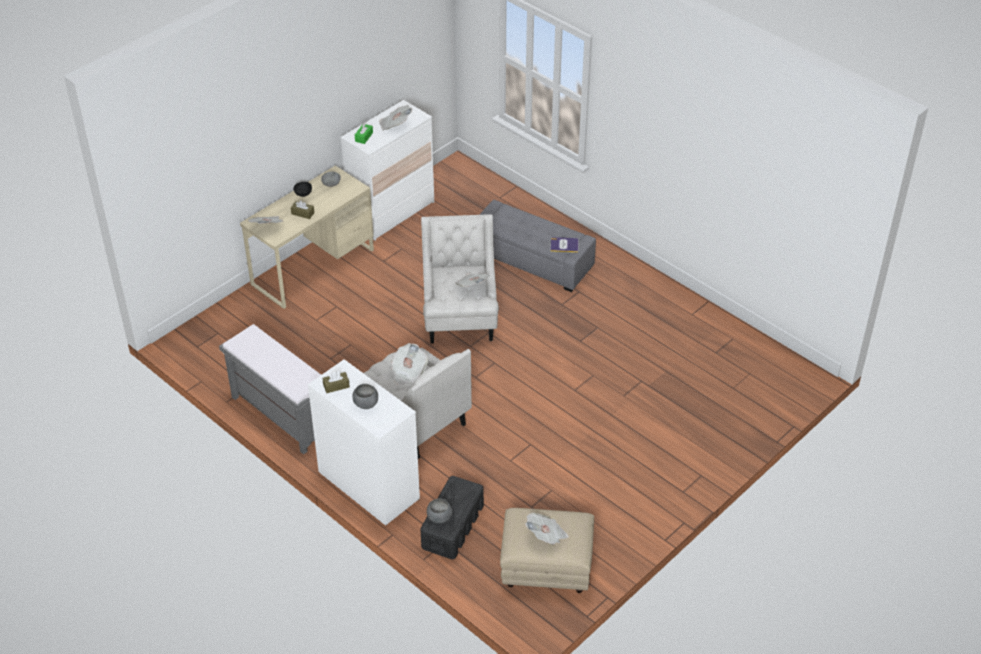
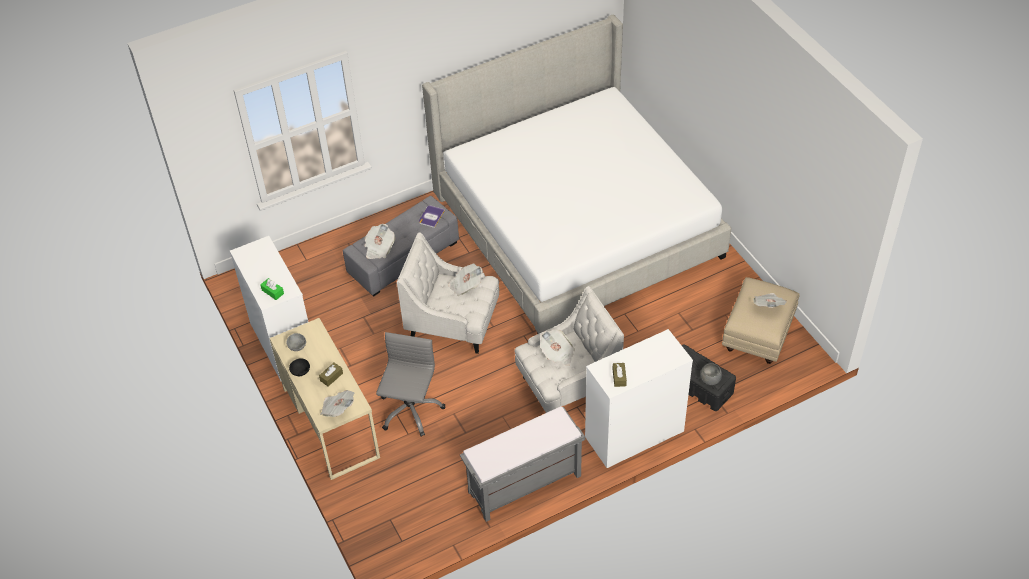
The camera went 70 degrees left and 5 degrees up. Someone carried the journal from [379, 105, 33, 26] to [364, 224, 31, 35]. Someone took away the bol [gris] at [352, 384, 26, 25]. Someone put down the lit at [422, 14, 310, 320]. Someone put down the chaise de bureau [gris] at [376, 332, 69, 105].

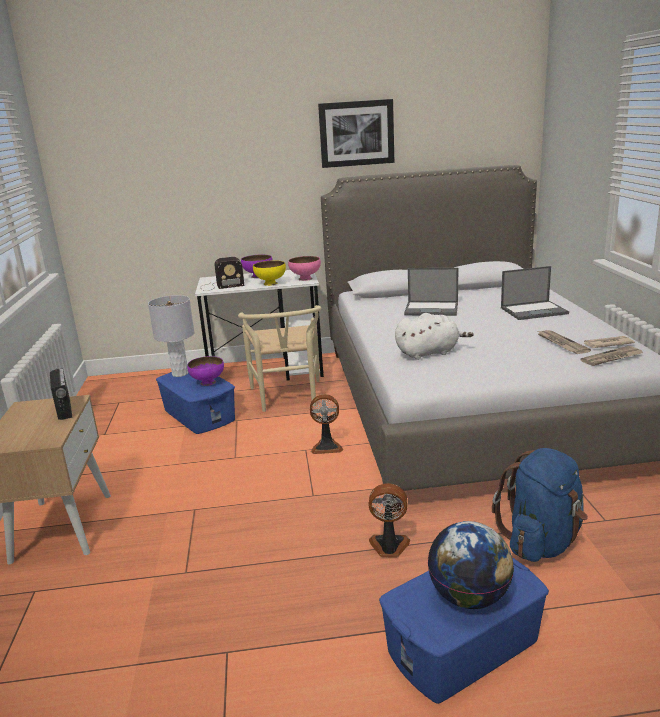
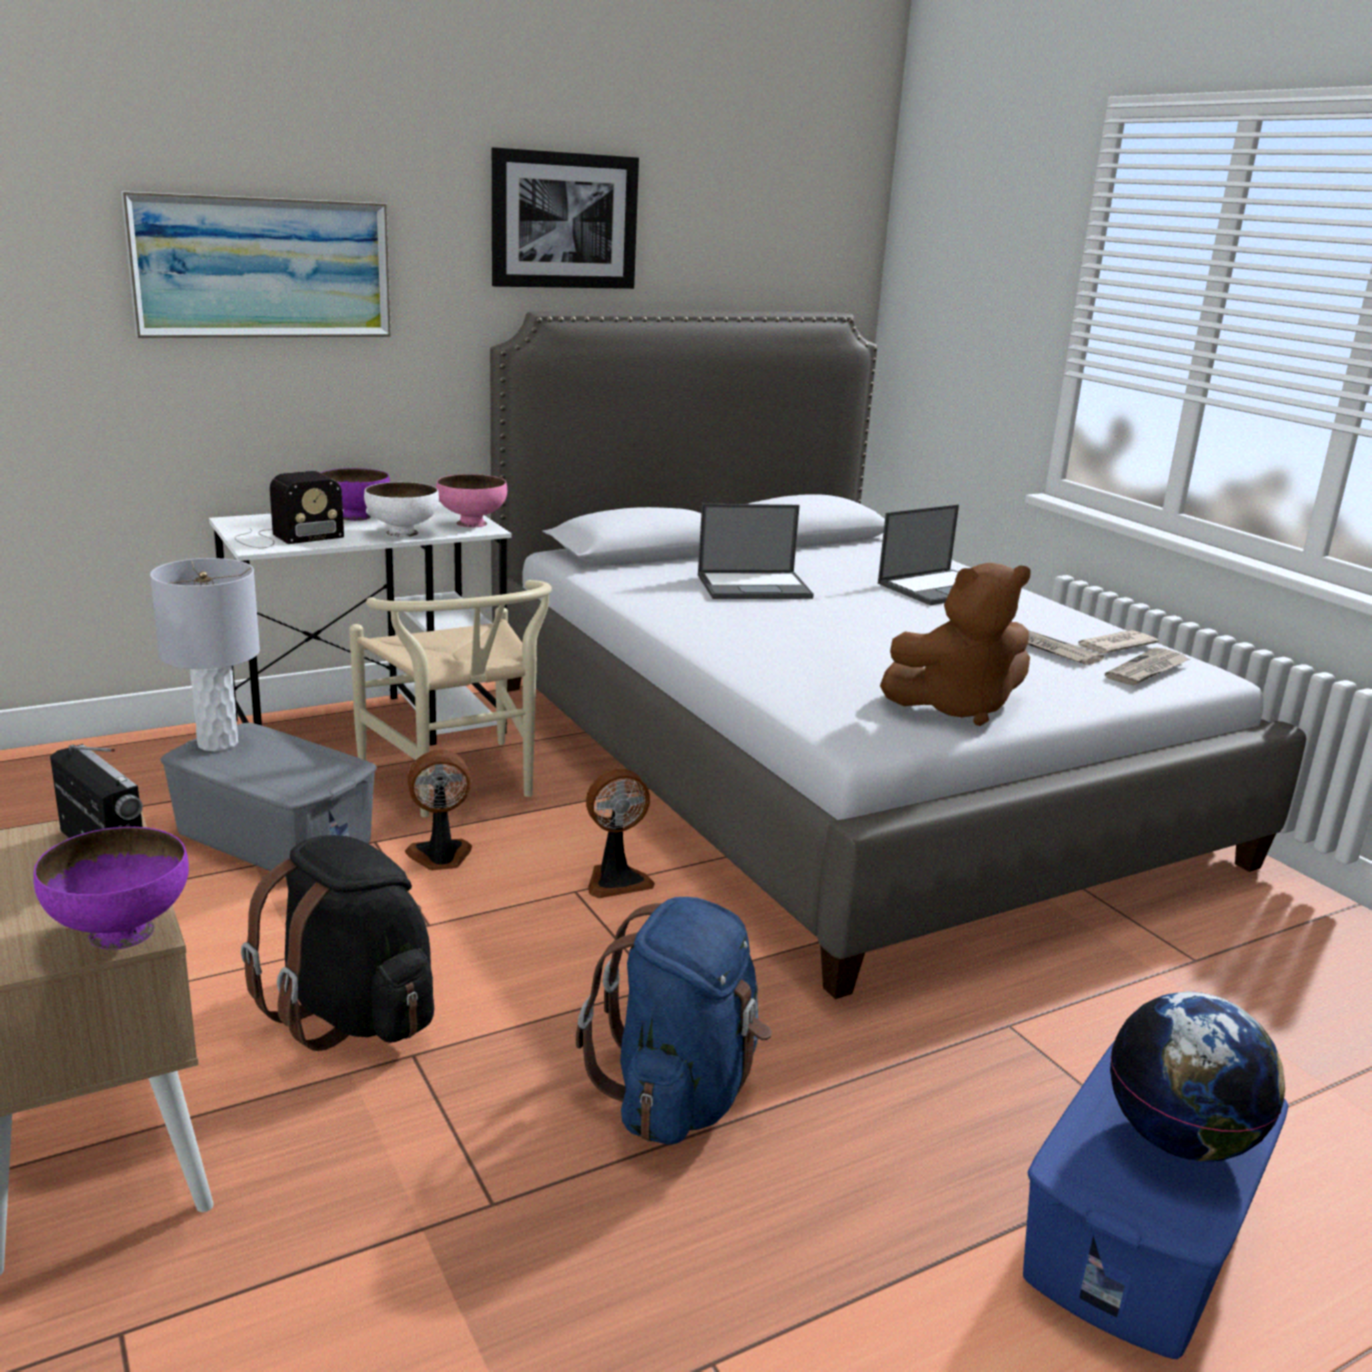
The camera went 25 degrees left and 0 degrees up. Someone repainted the bol [jaune] at [253, 260, 33, 26], which became the bol [blanc] at [364, 482, 75, 55]. Someone took away the peluche [blanc] at [395, 313, 78, 47]. Someone carried the bol [violet] from [187, 356, 37, 30] to [33, 827, 156, 122]. Someone repainted the boîte de rangement [bleu] at [156, 372, 79, 62], which became the boîte de rangement [gris] at [160, 723, 217, 154]. Someone carried the sac à dos [bleu] from [492, 448, 96, 114] to [576, 897, 196, 248]. Someone carried the ventilateur from [368, 483, 42, 75] to [405, 749, 67, 121]. Someone put up the tableau at [121, 191, 270, 147]. Someone put down the peluche [marron] at [880, 563, 151, 163]. Someone put down the sac à dos [noir] at [241, 835, 193, 216].

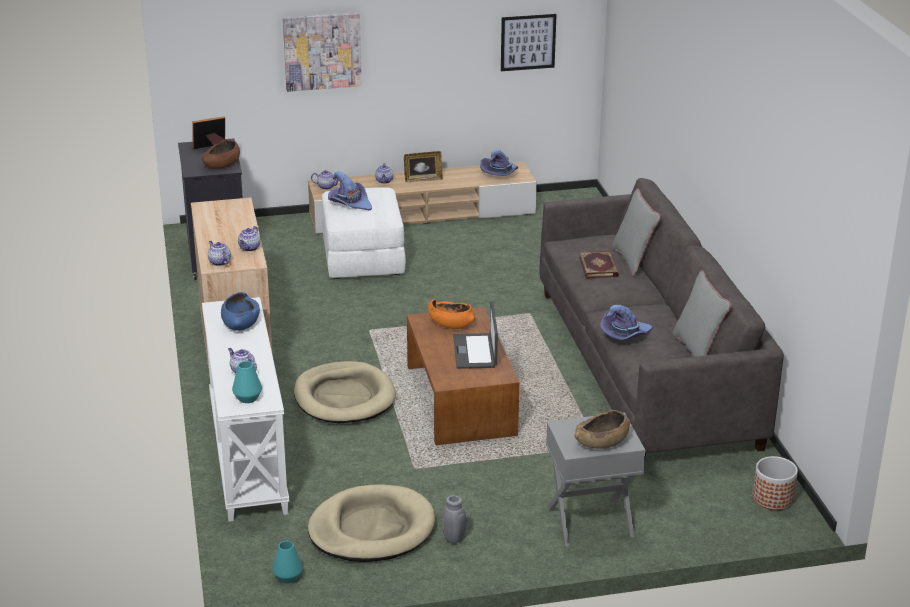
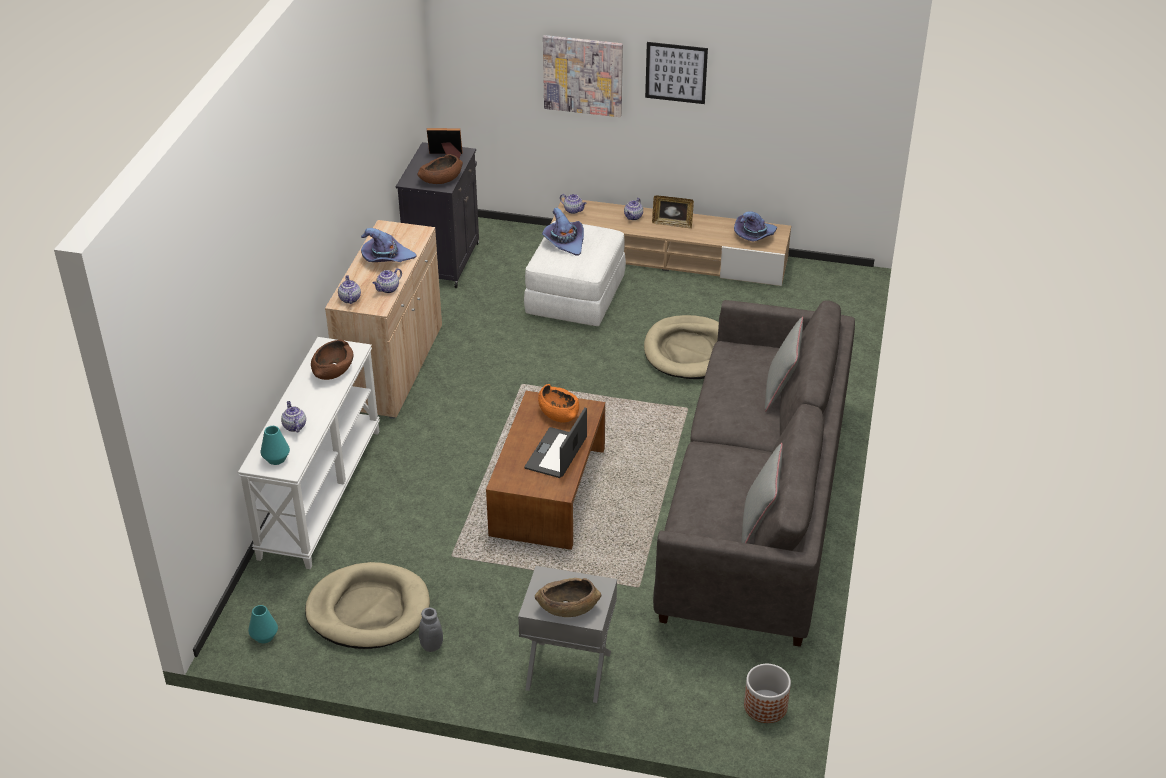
The camera went 25 degrees right and 10 degrees up. Someone carried the tableau from [501, 14, 56, 57] to [645, 42, 63, 62]. Someone took away the livre at [579, 251, 40, 27]. Someone repainted the bol [bleu] at [221, 292, 39, 39], which became the bol [marron] at [311, 340, 43, 40]. Someone carried the chapeau [violet] from [600, 305, 52, 35] to [361, 228, 55, 34]. Someone carried the panier pour chien [beige] from [294, 361, 102, 62] to [644, 315, 75, 64].

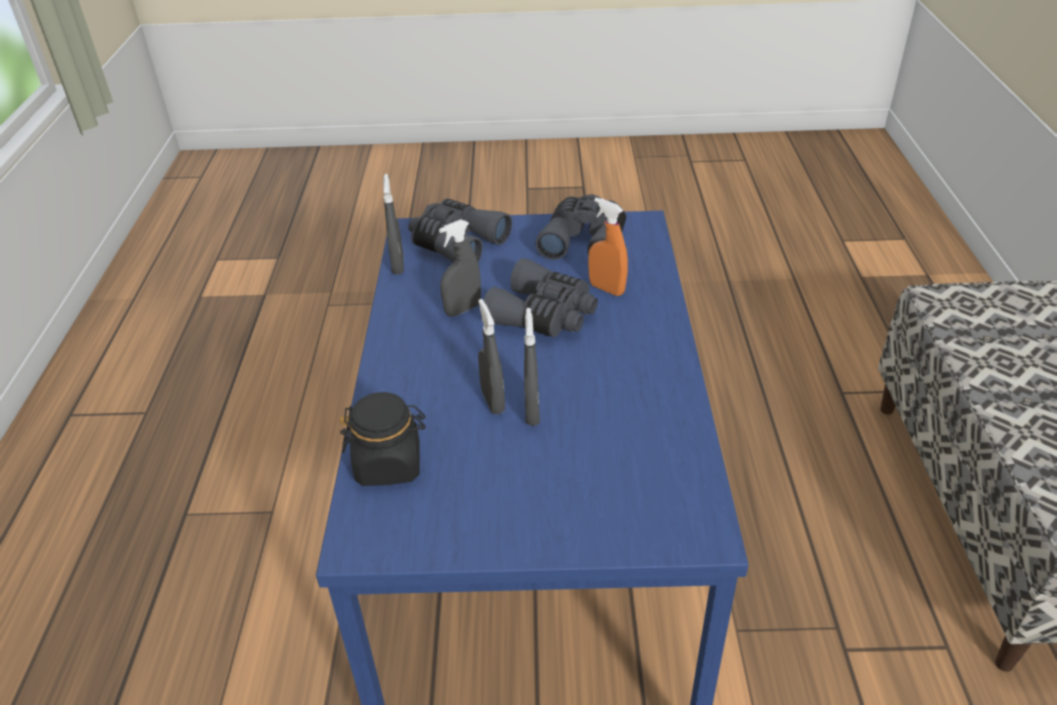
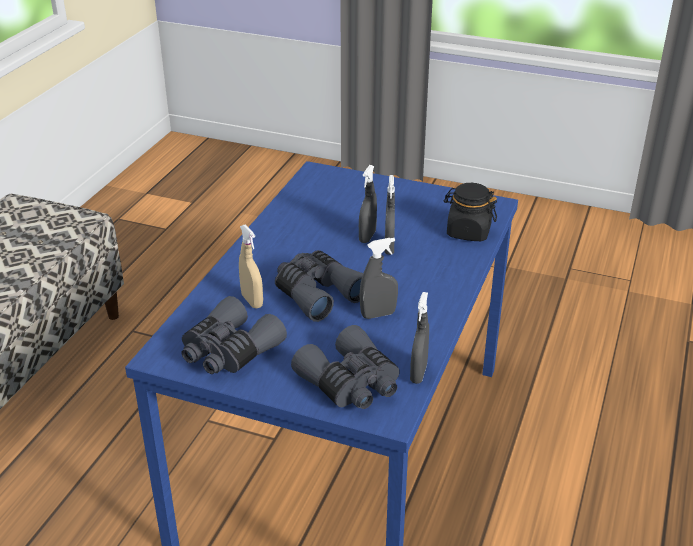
The camera went 160 degrees left and 5 degrees down. Someone repainted the vaporisateur [orange] at [588, 197, 40, 99], which became the vaporisateur [beige] at [239, 224, 24, 84].

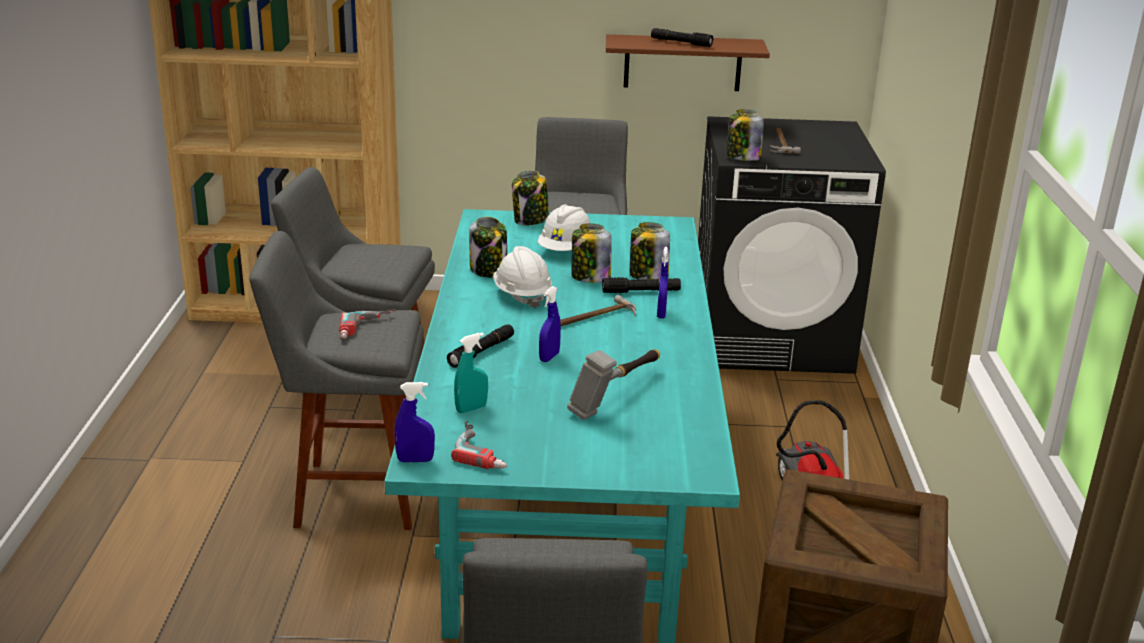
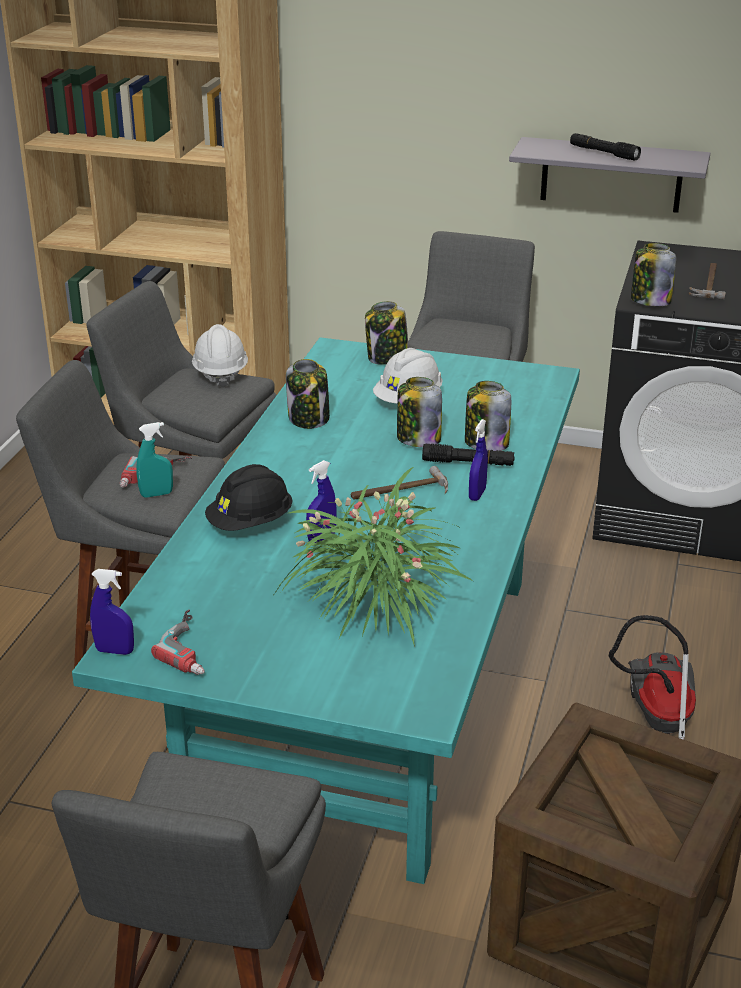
The camera went 15 degrees right and 5 degrees up. Someone repainted the étagère [marron] at [606, 34, 164, 57], which became the étagère [gris] at [509, 137, 201, 76]. Someone carried the casque de chantier [blanc] from [493, 246, 59, 63] to [192, 324, 56, 64]. Someone swapped the lampe de poche [noir] at [447, 325, 67, 43] for the casque de chantier [noir] at [205, 464, 88, 67]. Someone carried the vaporisateur [turquoise] from [454, 333, 34, 80] to [136, 422, 37, 76]. Someone swapped the marteau at [567, 349, 93, 71] for the plante en pot at [274, 467, 199, 180].

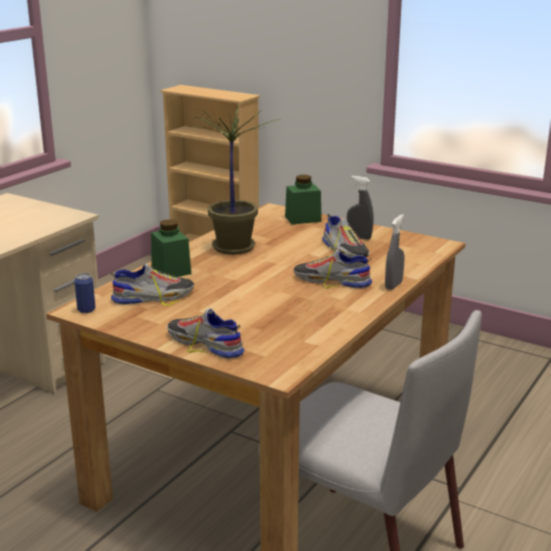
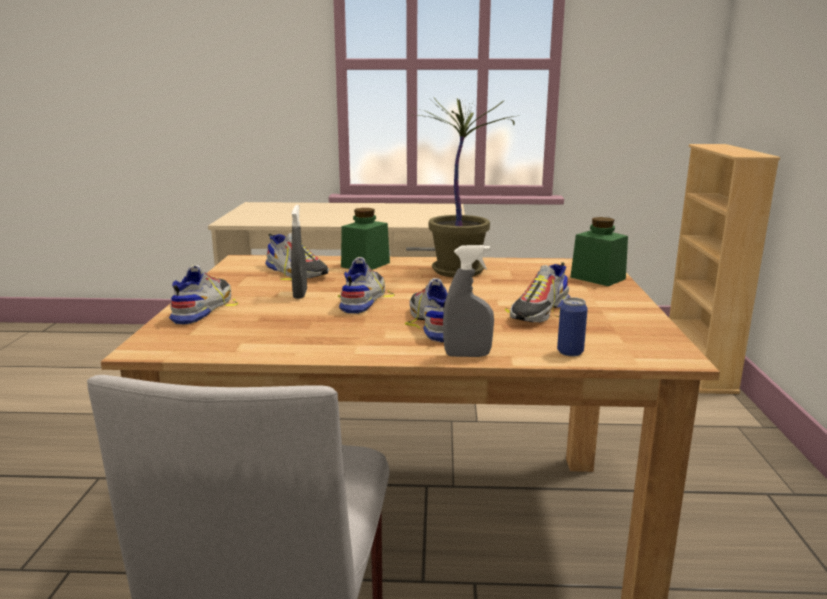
The camera went 60 degrees right and 5 degrees down. Someone carried the vaporisateur [gris] from [347, 176, 26, 64] to [291, 205, 16, 94]. Someone carried the boîte métallique from [74, 273, 21, 40] to [557, 297, 31, 59]. Someone put down the chaussure at [338, 257, 56, 57].

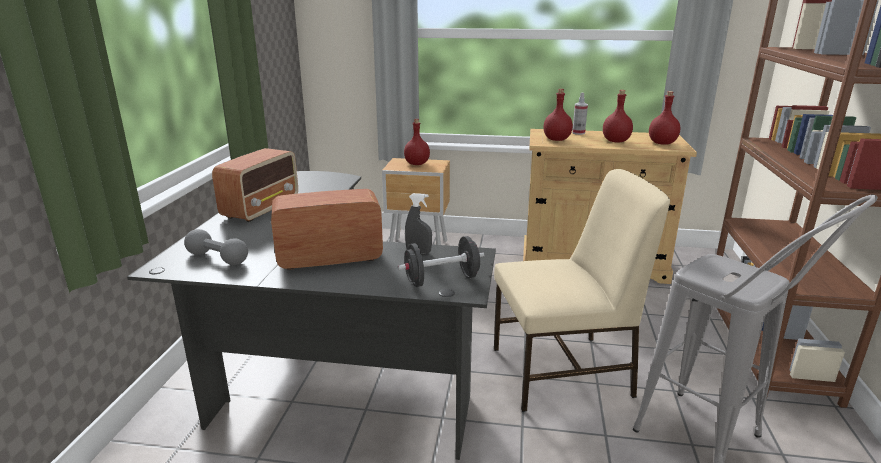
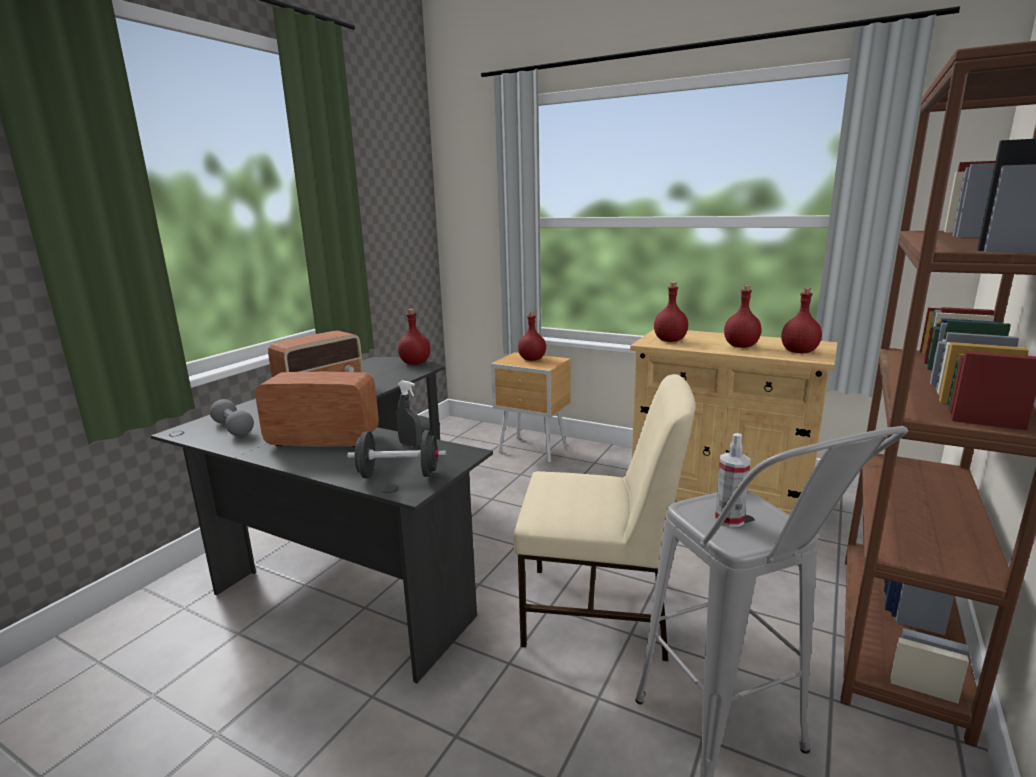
The camera went 20 degrees right and 5 degrees down. Someone carried the vaporisateur from [572, 93, 16, 42] to [715, 433, 35, 94]. Someone put down the bouteille [rouge] at [398, 309, 32, 56].

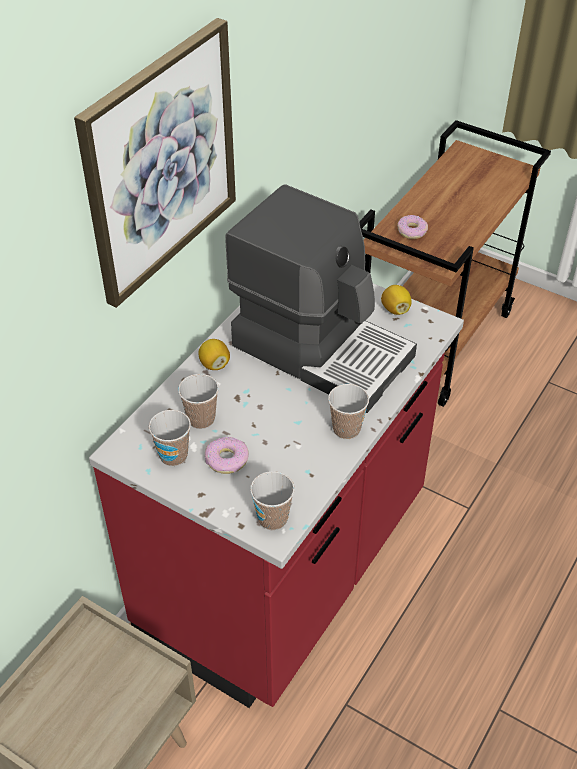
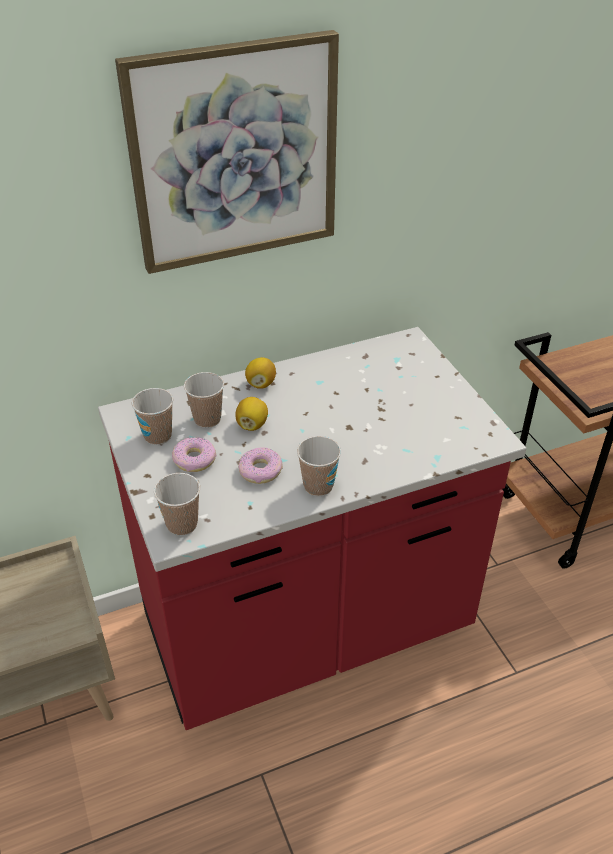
The camera went 35 degrees right and 5 degrees down. Someone took away the machine à café at [225, 184, 192, 229]. Someone carried the beignet from [397, 215, 31, 24] to [238, 447, 45, 37]. Someone carried the citron from [381, 285, 31, 30] to [235, 397, 33, 34].

